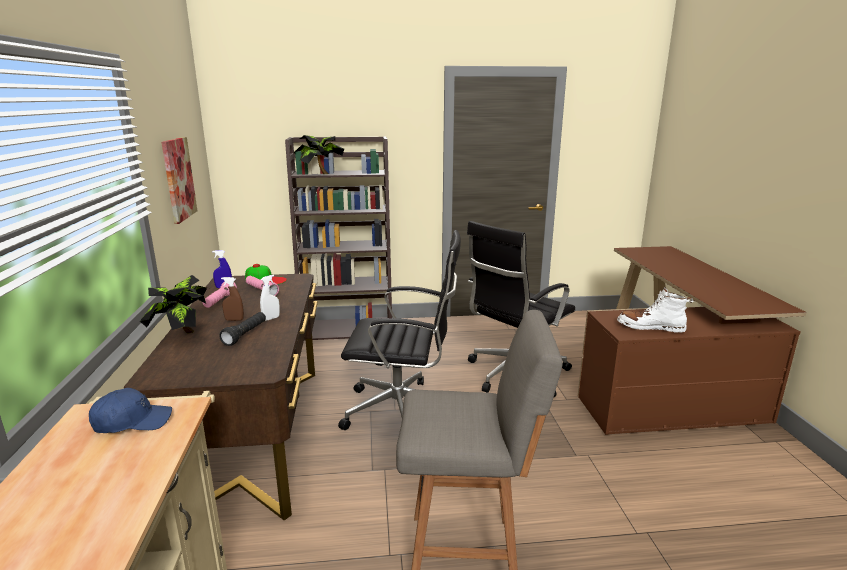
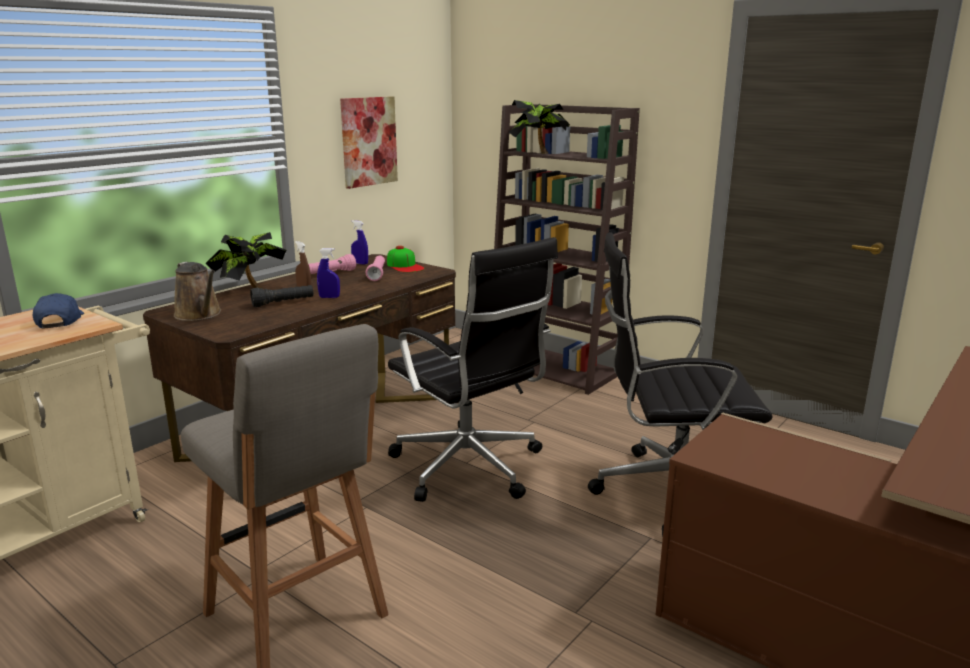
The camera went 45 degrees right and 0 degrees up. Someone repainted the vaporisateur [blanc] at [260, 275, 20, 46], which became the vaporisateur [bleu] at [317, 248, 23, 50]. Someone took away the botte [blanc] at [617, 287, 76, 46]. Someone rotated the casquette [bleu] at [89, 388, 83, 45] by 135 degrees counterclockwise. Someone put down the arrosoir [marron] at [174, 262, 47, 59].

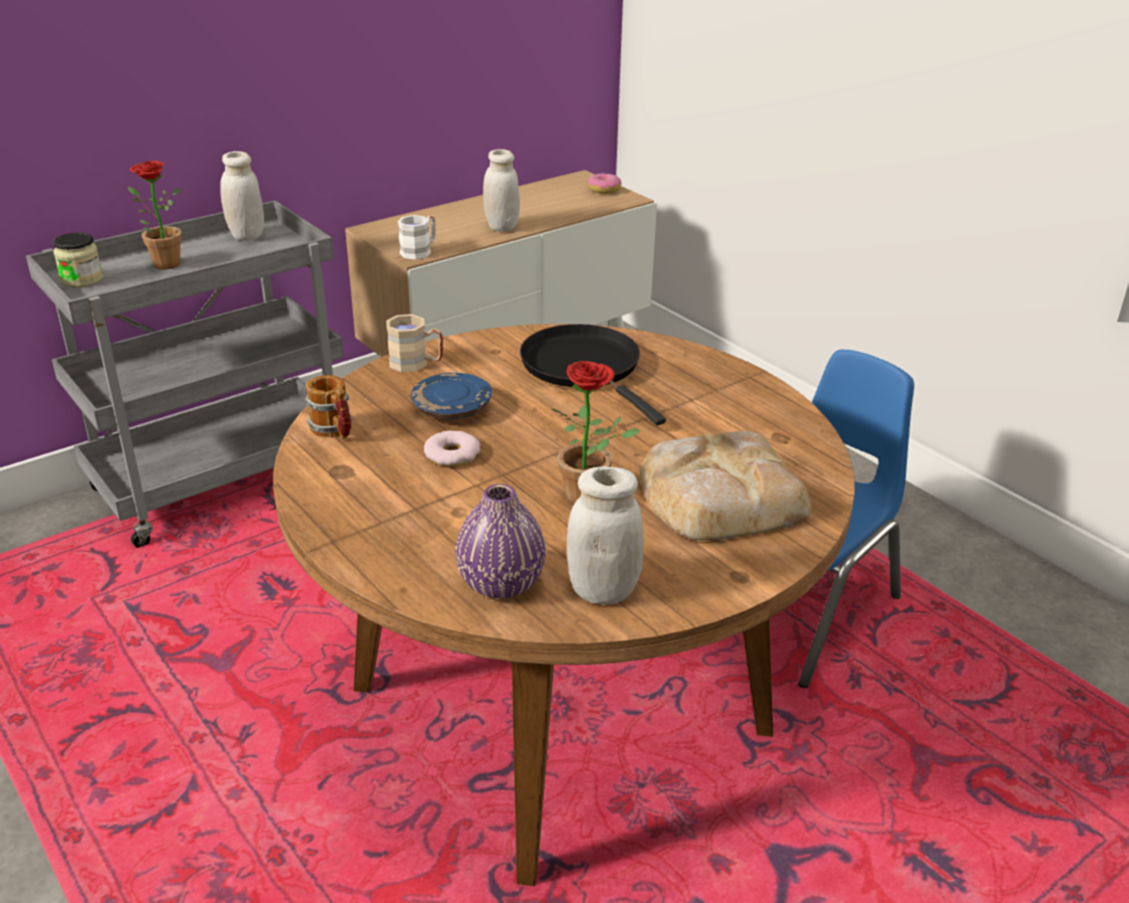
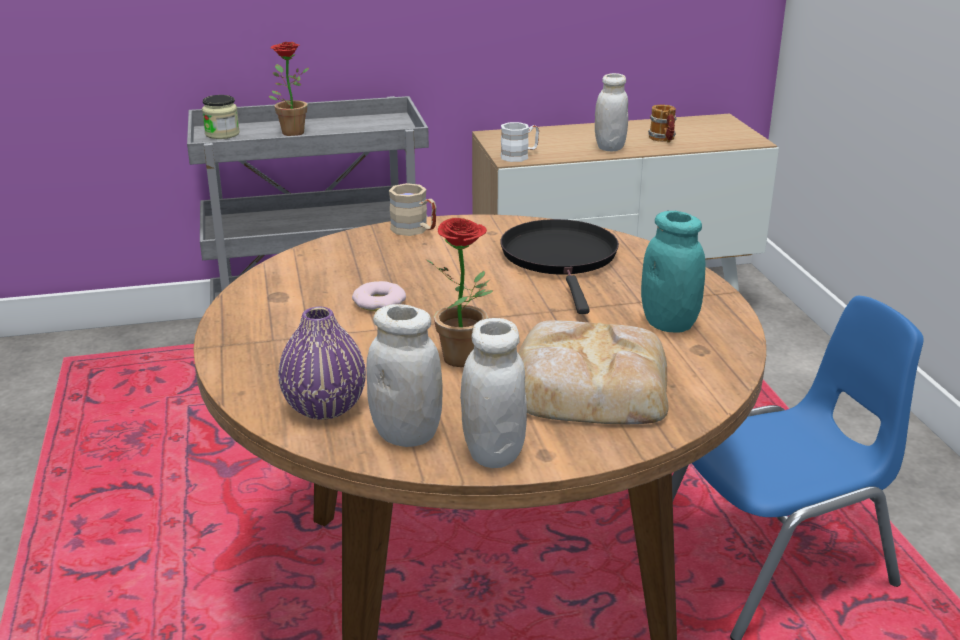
The camera went 25 degrees right and 5 degrees down. Someone carried the bocal [blanc] from [220, 151, 44, 90] to [460, 318, 67, 150]. Someone took away the beignet at [587, 173, 35, 21]. Someone took away the assiette [bleu] at [411, 373, 81, 46]. Someone carried the mug from [305, 375, 47, 64] to [648, 105, 29, 38]. Someone put down the bocal [turquoise] at [641, 211, 65, 122].

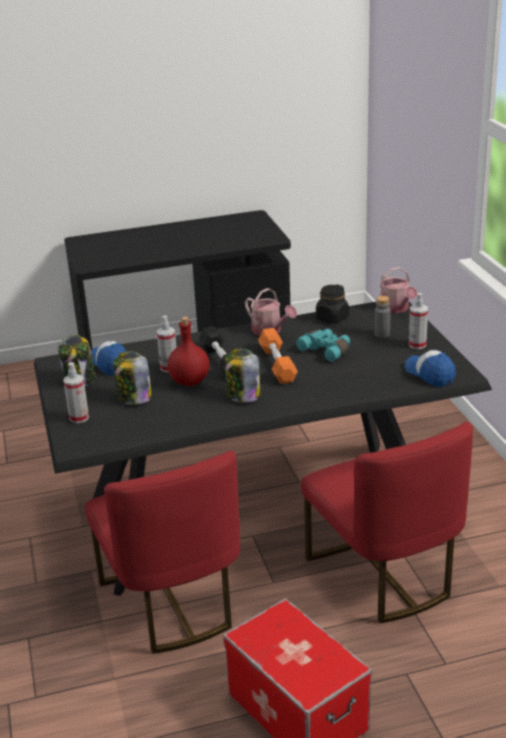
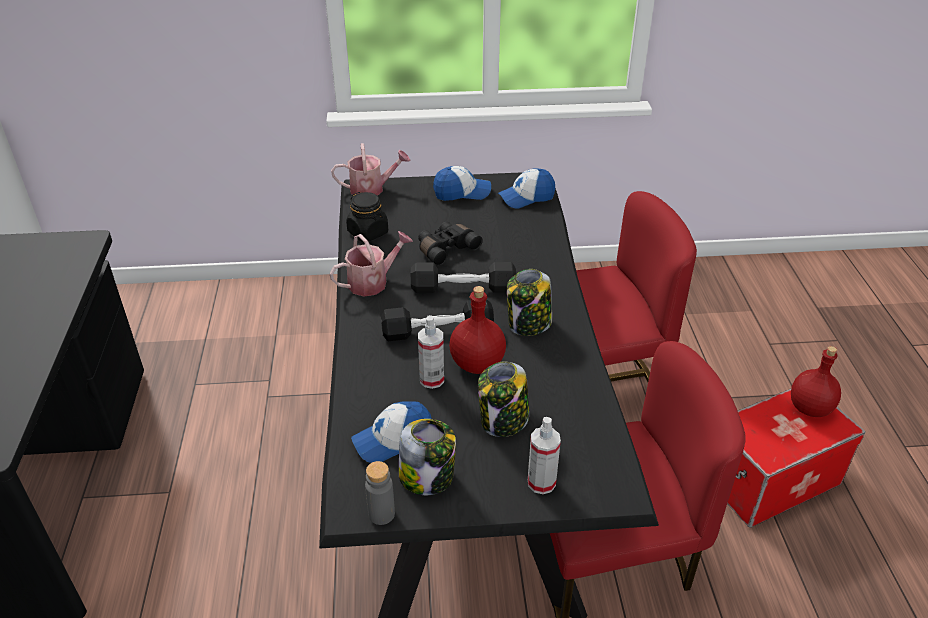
The camera went 80 degrees left and 10 degrees up. Someone swapped the vaporisateur at [409, 293, 19, 56] for the casquette at [433, 166, 58, 35]. Someone carried the bouteille [gris] from [374, 296, 17, 42] to [365, 461, 30, 64]. Someone repainted the haltère [orange] at [258, 328, 40, 56], which became the haltère [noir] at [411, 262, 105, 31]. Someone repainted the jumelles [turquoise] at [296, 329, 54, 33], which became the jumelles [noir] at [418, 222, 65, 44]. Someone put down the bouteille [rouge] at [791, 346, 50, 71].

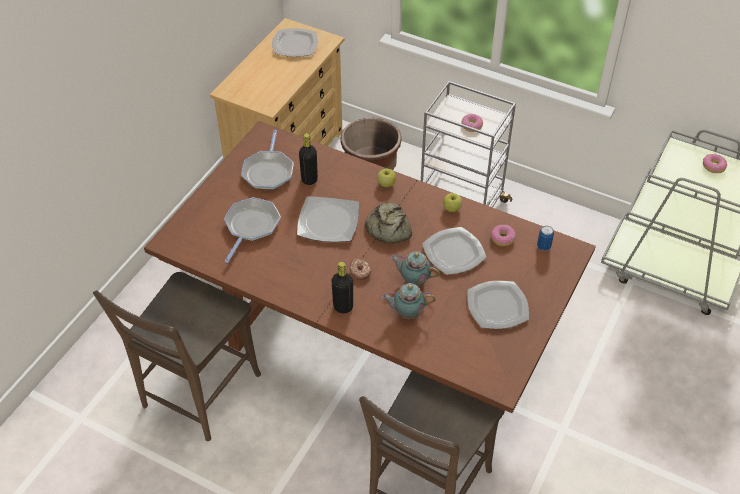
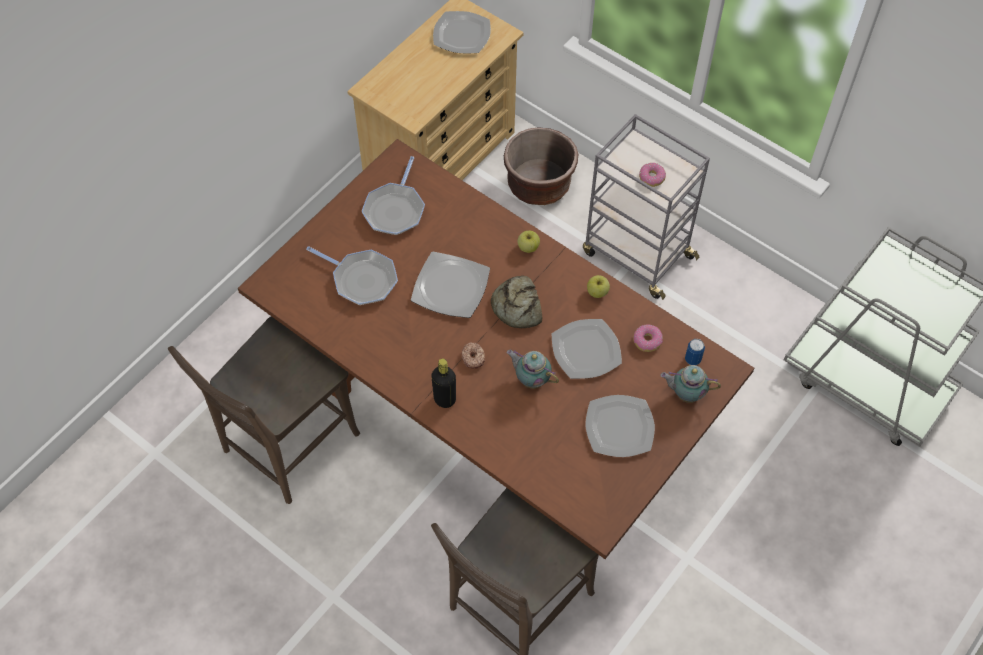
The camera went 10 degrees right and 10 degrees up. Someone took away the bouteille [noir] at [299, 133, 19, 52]. Someone took away the beignet at [703, 154, 24, 19]. Someone rotated the poêle at [224, 197, 57, 66] by 90 degrees clockwise. Someone carried the théière from [382, 283, 54, 36] to [660, 365, 61, 38].

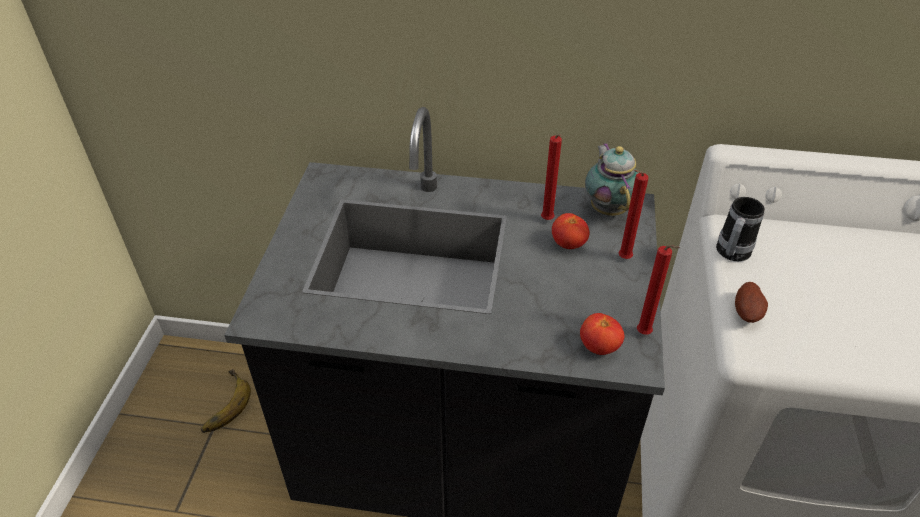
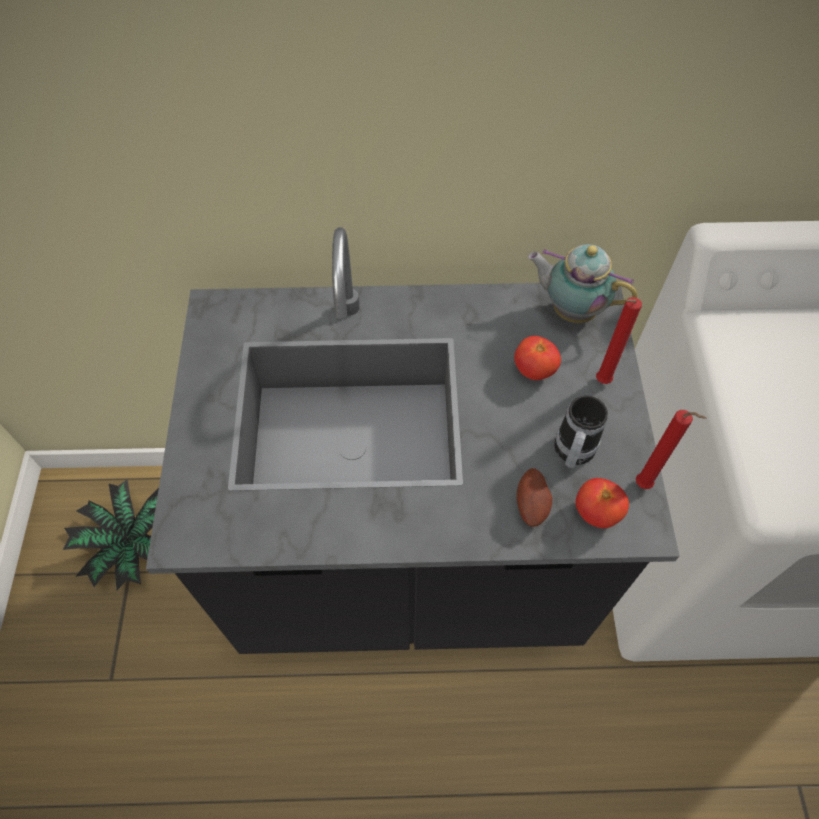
The camera went 10 degrees left and 15 degrees up. Someone took away the bougie [rouge] at [541, 134, 21, 86]. Someone rotated the théière at [585, 143, 53, 73] by 45 degrees counterclockwise. Someone carried the mug from [716, 197, 49, 64] to [554, 395, 54, 73]. Someone carried the pomme de terre from [735, 282, 33, 41] to [517, 468, 35, 59]. Someone swapped the banane at [201, 369, 50, 64] for the plante en pot at [63, 480, 96, 110].

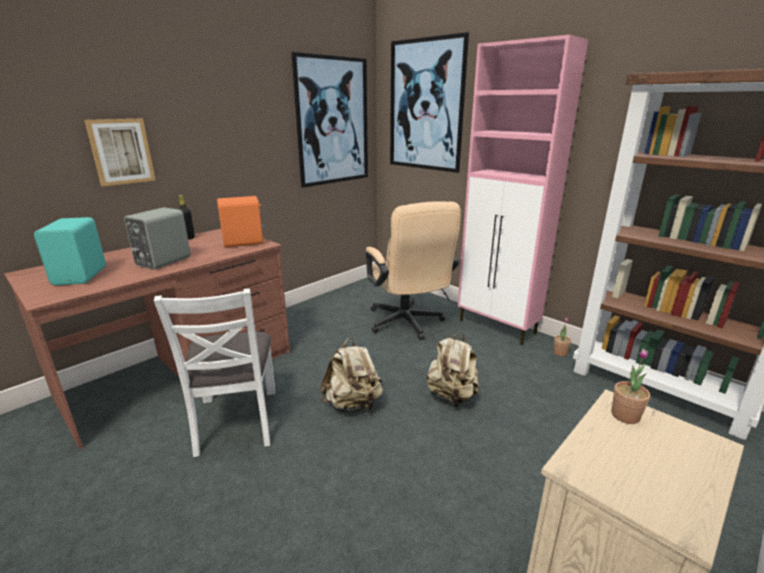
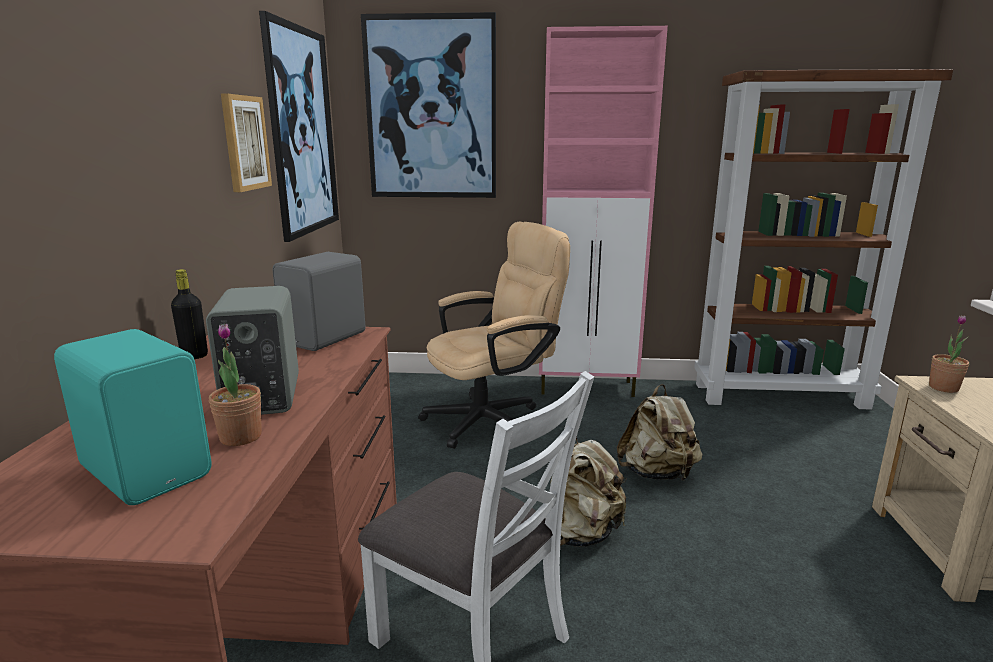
The camera went 40 degrees left and 5 degrees down. Someone carried the tableau from [84, 119, 71, 68] to [221, 94, 51, 98]. Someone repainted the enceinte [orange] at [217, 196, 48, 52], which became the enceinte [gris] at [273, 252, 92, 99]. Someone rotated the chaise de bureau [beige] at [366, 201, 95, 139] by 60 degrees counterclockwise. Someone carried the plante en pot from [553, 318, 18, 38] to [209, 324, 53, 122].

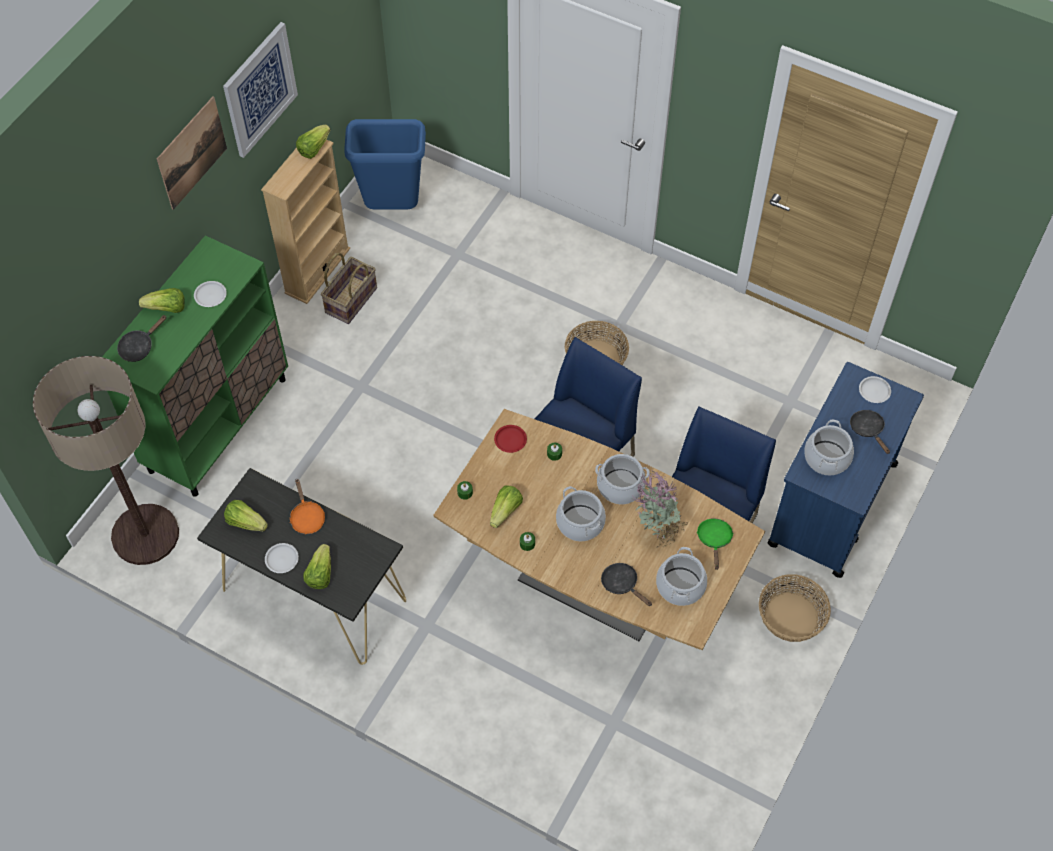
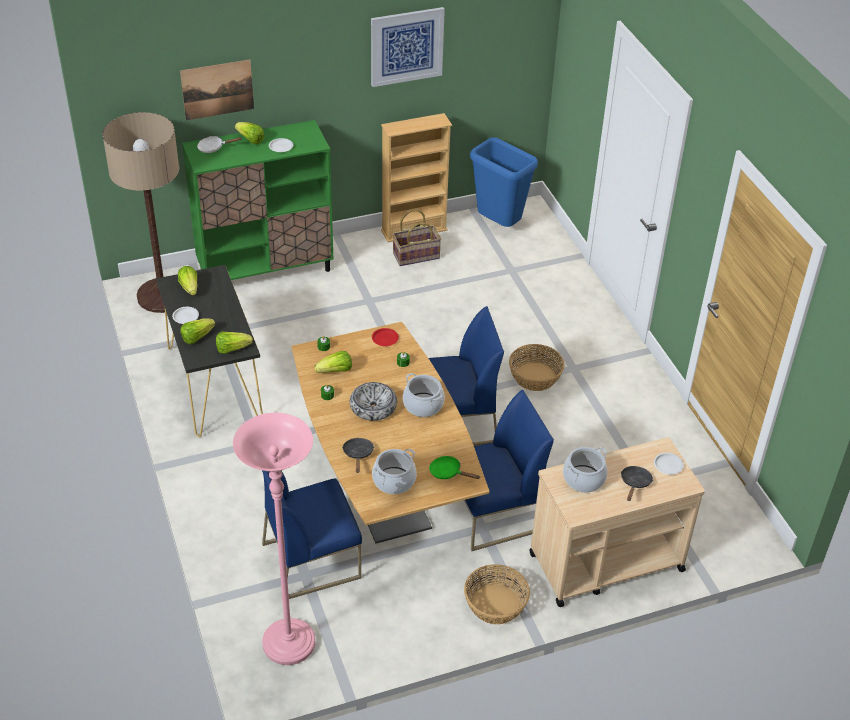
The camera went 40 degrees right and 15 degrees down. Someone carried the tableau from [157, 96, 70, 114] to [180, 60, 74, 60]. Someone carried the laitue from [296, 125, 35, 34] to [216, 332, 37, 22]. Someone repainted the poêle [noir] at [117, 315, 49, 47], which became the poêle [blanc] at [197, 136, 44, 17]. Someone repainted the chariot [bleu] at [767, 362, 157, 216], which became the chariot [beige] at [530, 437, 175, 170]. Someone took away the plante en pot at [632, 470, 56, 78]. Someone took away the poêle [orange] at [290, 478, 35, 56]. Someone swapped the marmite at [556, 486, 50, 56] for the bol at [350, 382, 47, 39]. Someone rotated the poêle [vert] at [697, 518, 37, 52] by 105 degrees counterclockwise. Someone put down the lampadaire [rose] at [233, 413, 82, 252]. Someone put down the chaise [bleu] at [262, 470, 100, 129].

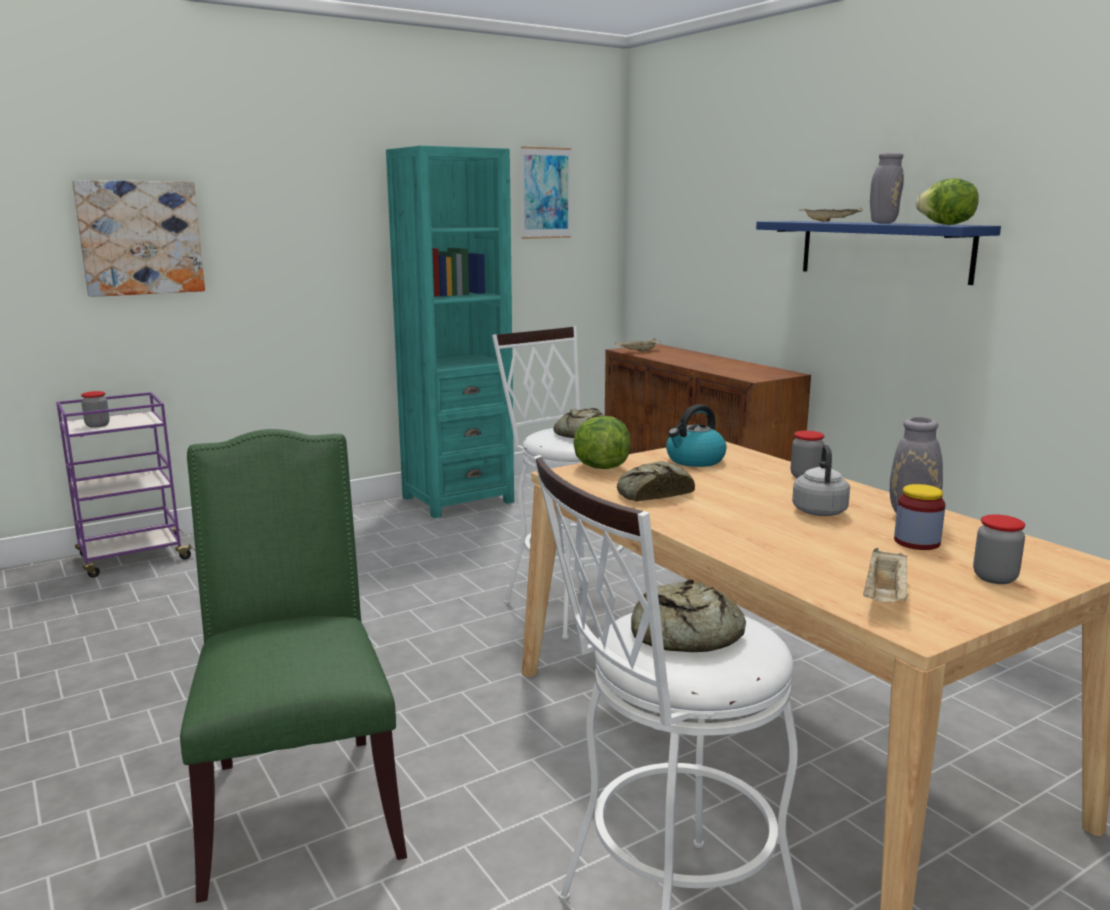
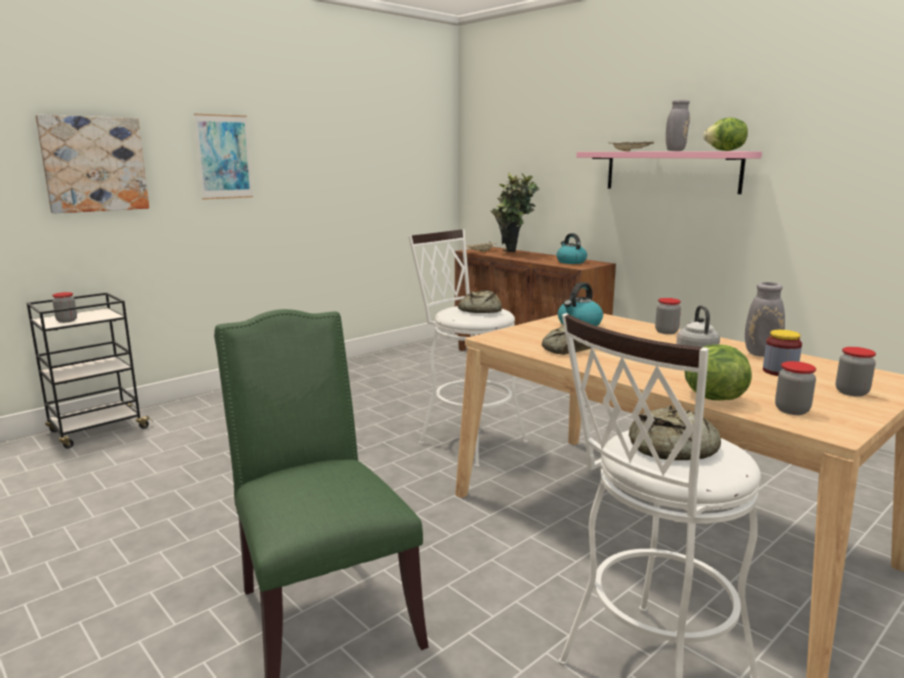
The camera went 10 degrees left and 0 degrees up. Someone took away the bibliothèque [turquoise] at [386, 146, 128, 372]. Someone carried the tableau from [521, 146, 50, 93] to [194, 114, 59, 86]. Someone repainted the étagère [bleu] at [756, 221, 245, 64], which became the étagère [rose] at [576, 151, 186, 43]. Someone repainted the chariot [violet] at [56, 392, 140, 186], which became the chariot [noir] at [27, 292, 126, 157]. Someone carried the laitue from [573, 416, 58, 53] to [684, 344, 68, 56]. Someone swapped the plateau [beige] at [863, 548, 45, 55] for the bocal at [775, 361, 41, 54]. Someone put down the plante en pot at [491, 173, 49, 79]. Someone put down the bouilloire at [557, 233, 30, 31].

